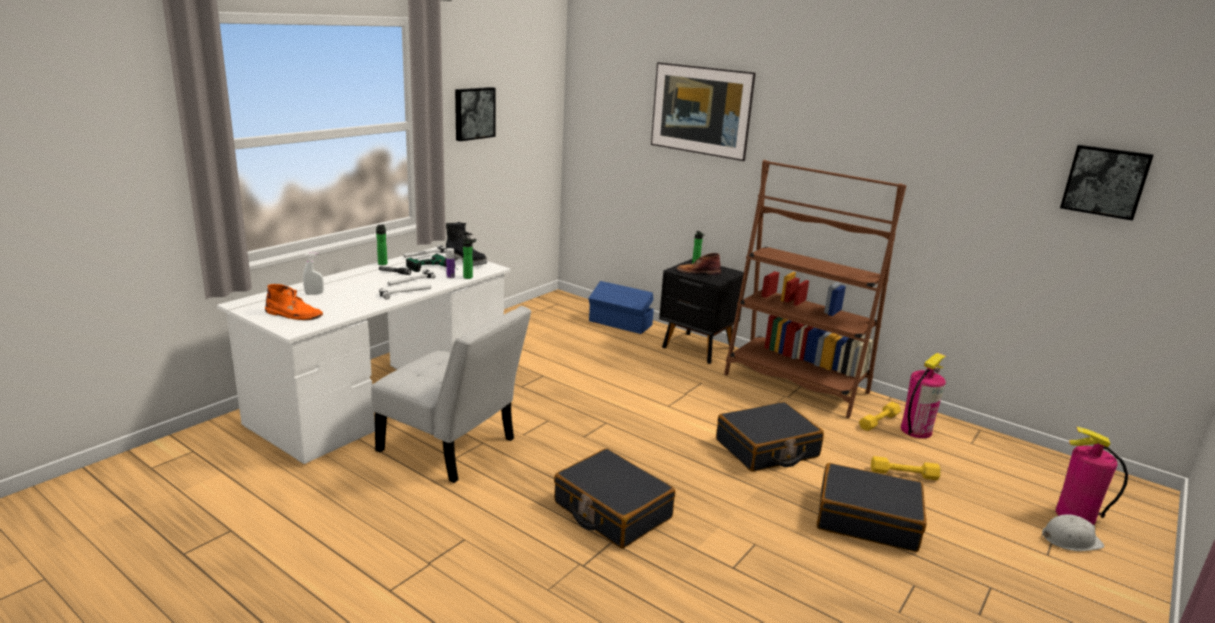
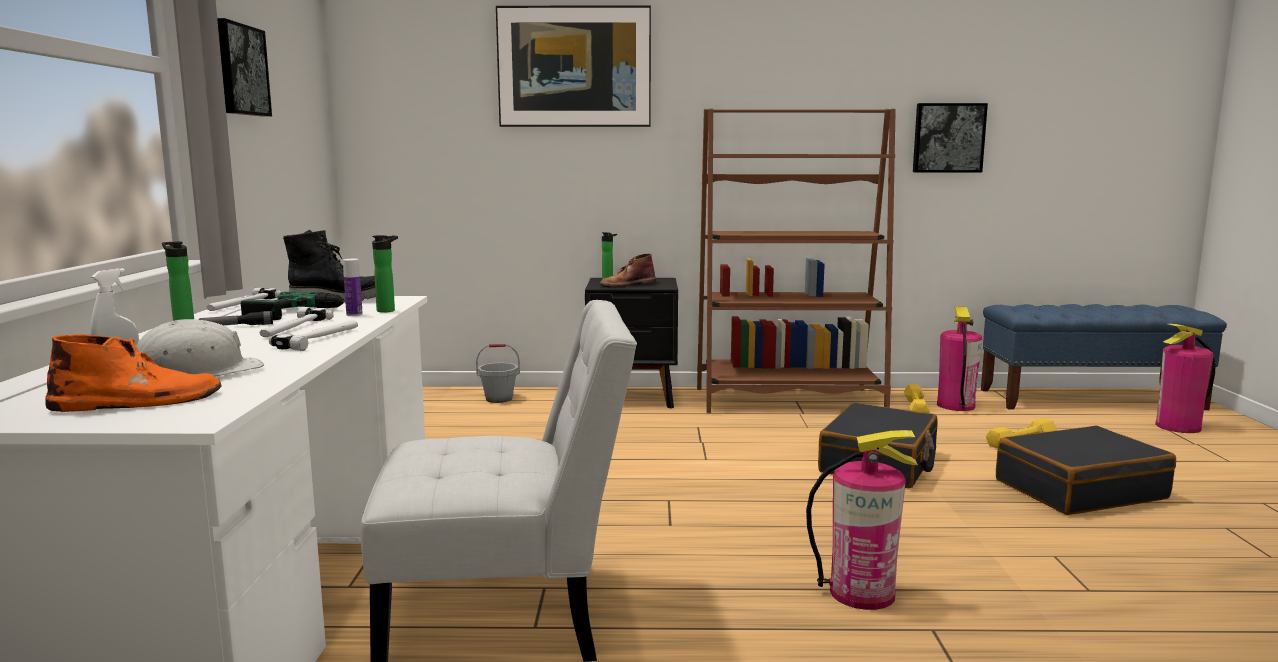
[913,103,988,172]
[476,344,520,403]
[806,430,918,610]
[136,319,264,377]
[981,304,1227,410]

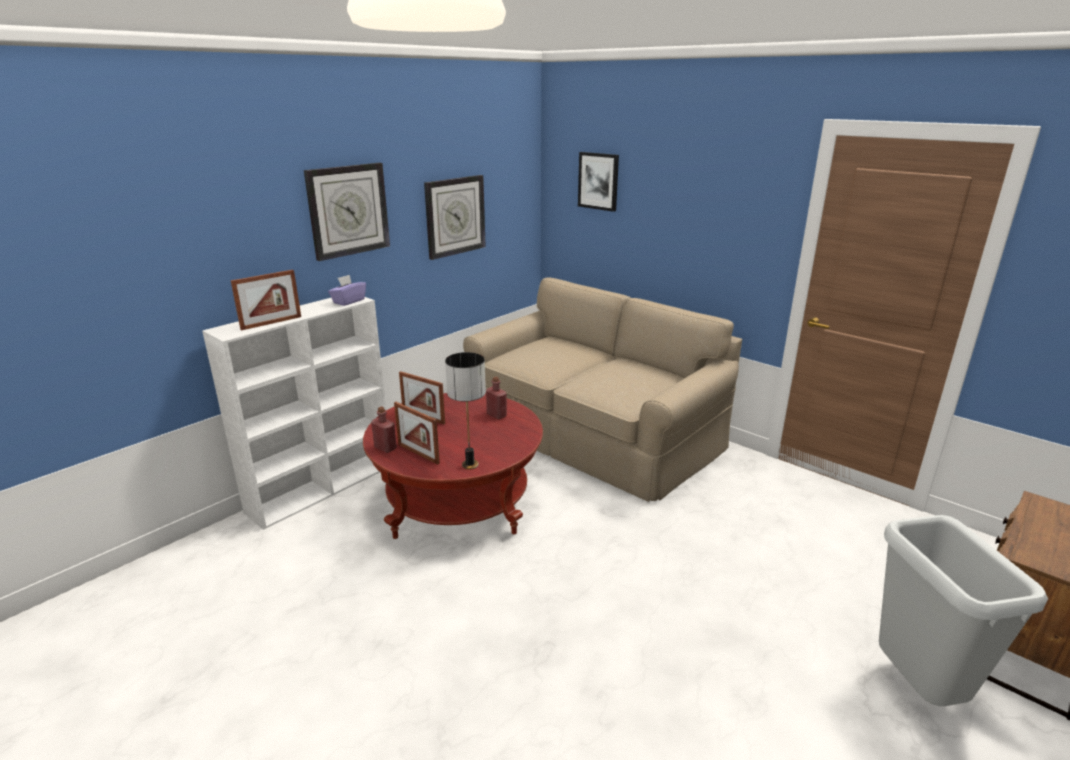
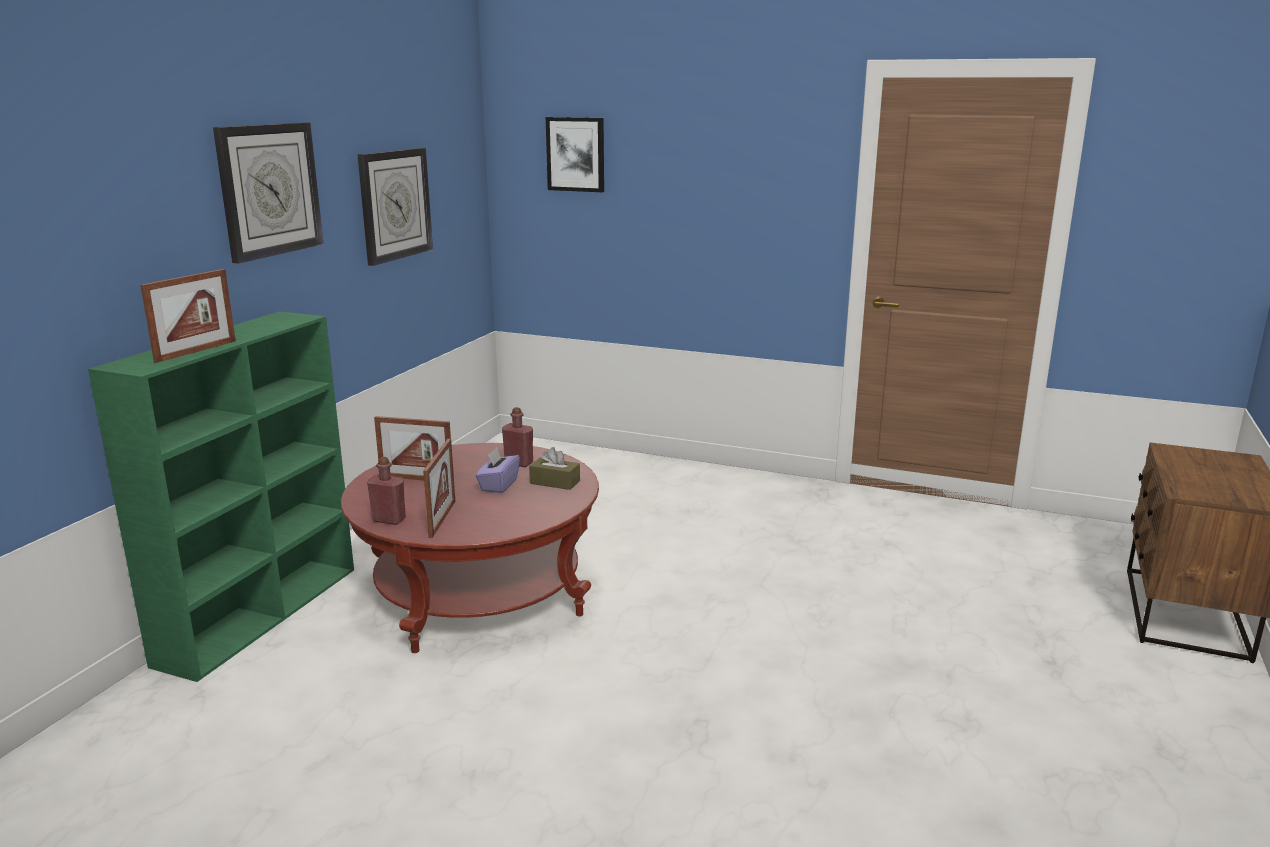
[476,448,520,493]
[463,277,742,502] (first image)
[88,311,354,682]
[445,352,486,470] (first image)
[423,439,455,538]
[879,515,1048,706] (first image)
[529,447,580,490]

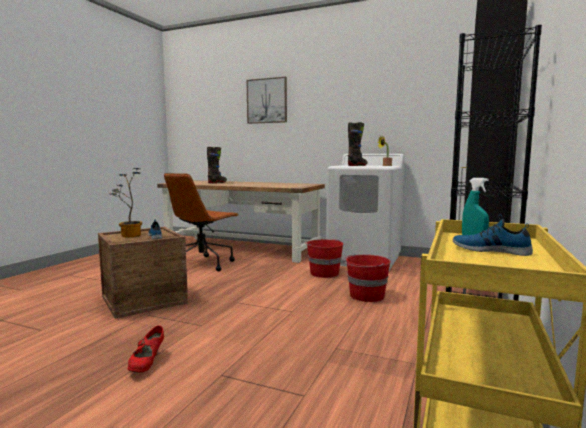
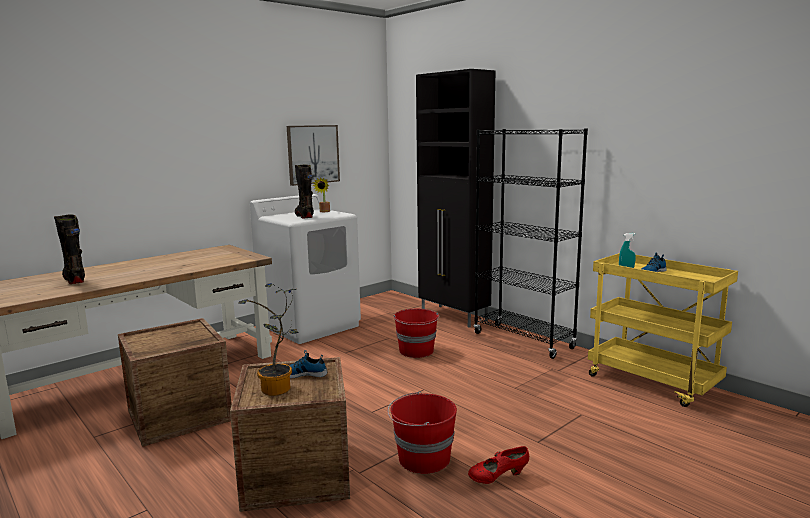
[287,125,340,186]
[118,318,232,447]
[387,391,457,474]
[468,446,529,484]

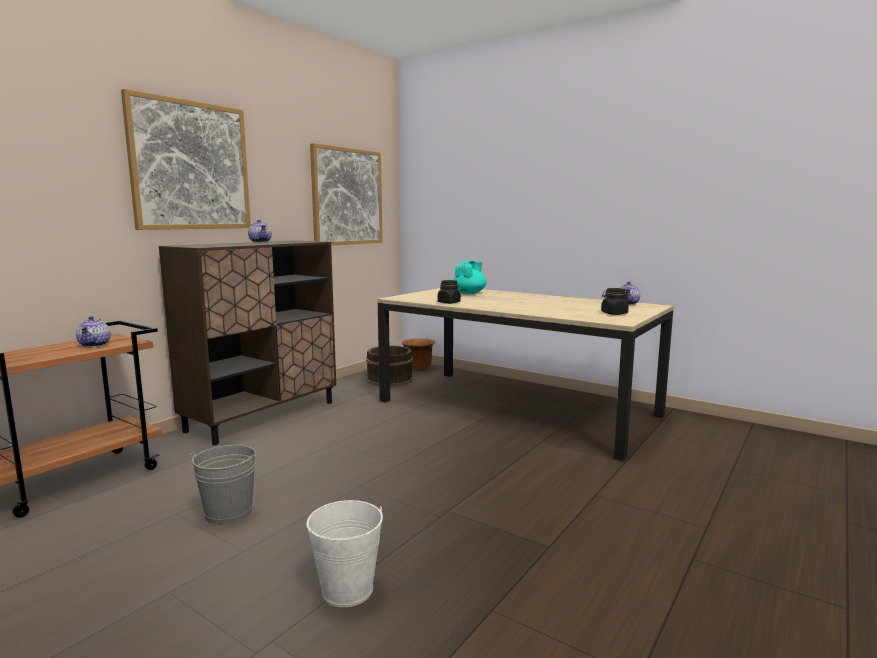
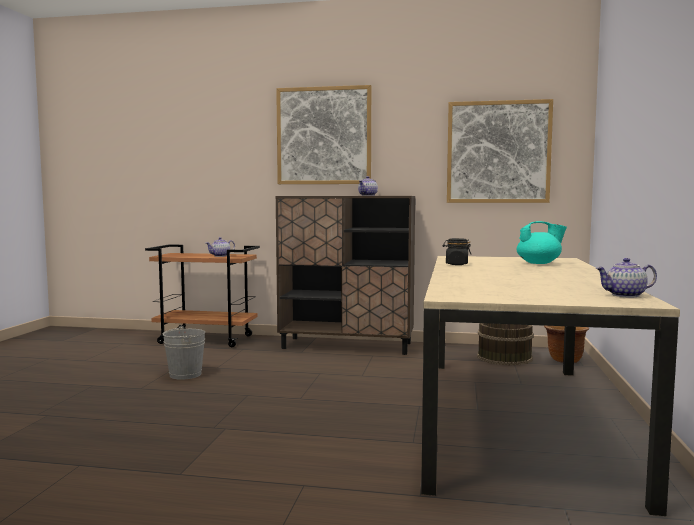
[601,288,629,315] (first image)
[306,500,383,607] (first image)

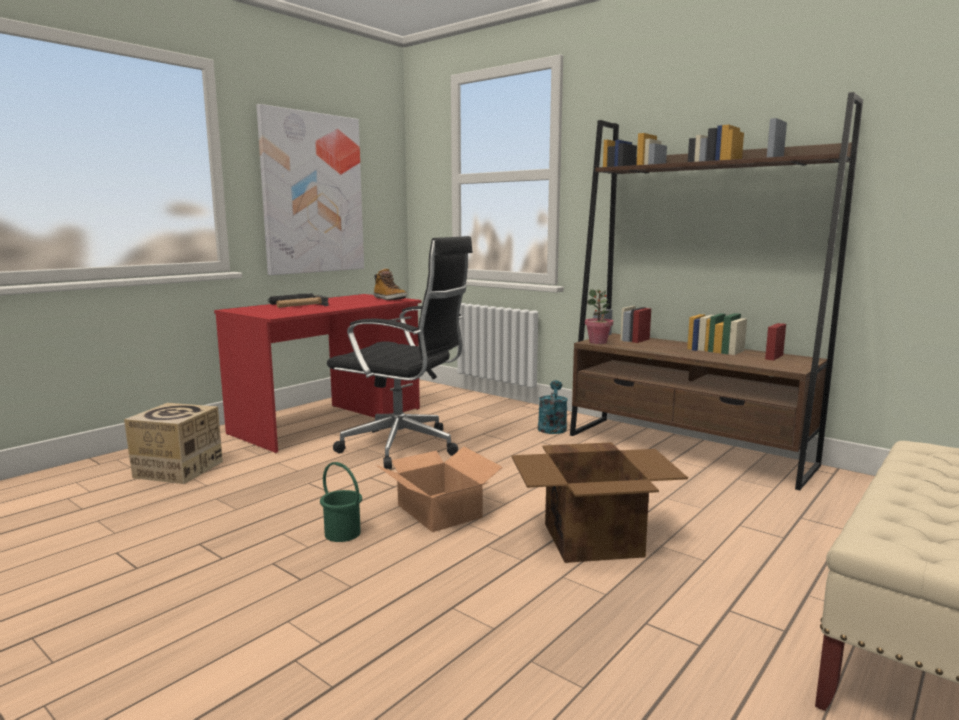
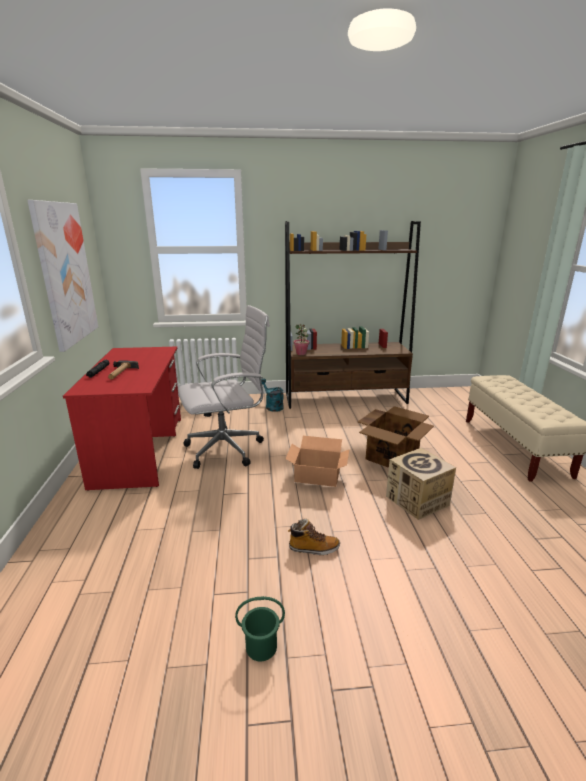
[178,305,270,469]
[288,519,340,555]
[386,448,456,520]
[235,596,285,661]

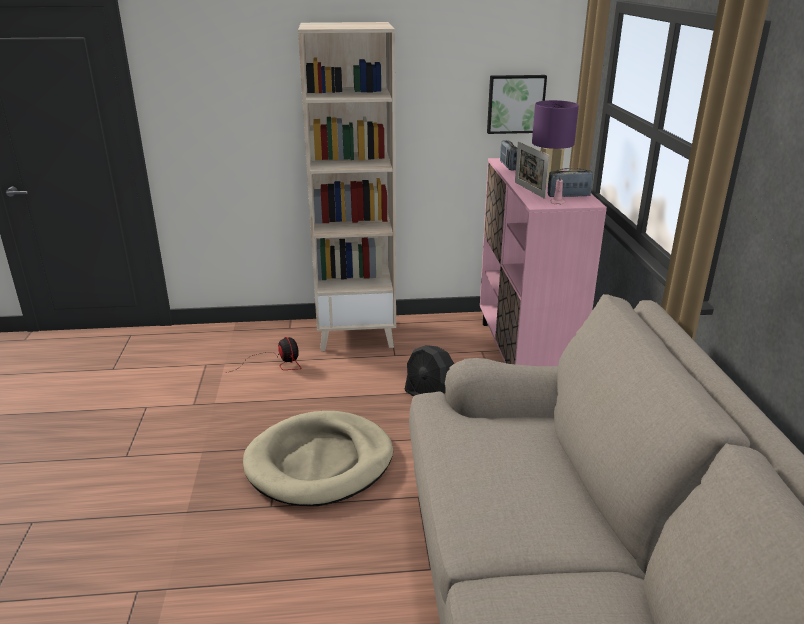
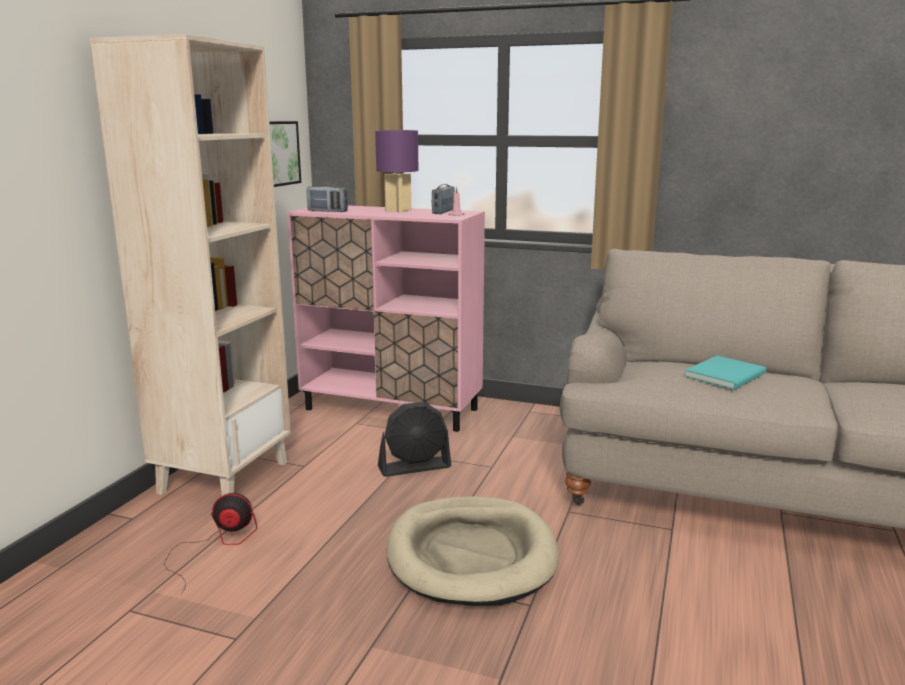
[515,141,550,199] (first image)
[684,356,766,390]

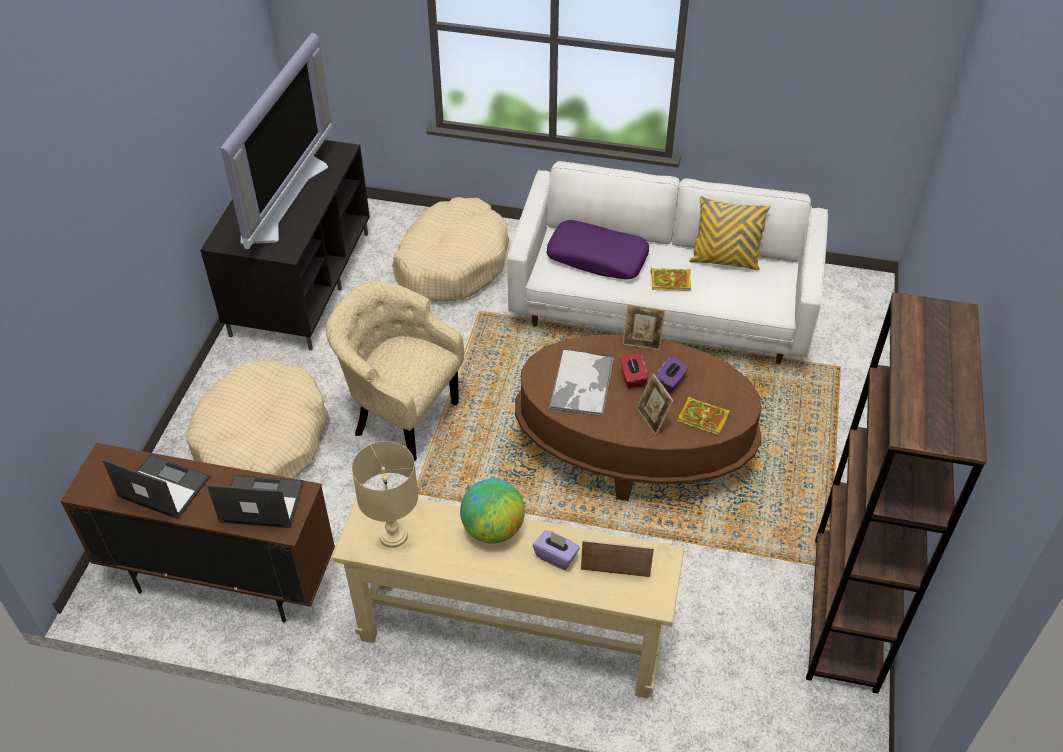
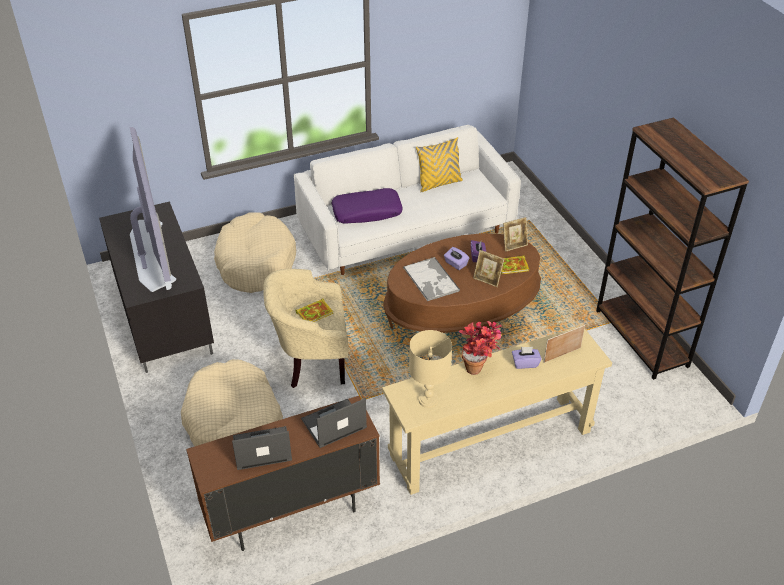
[295,298,333,322]
[503,217,528,252]
[444,247,469,270]
[459,321,502,375]

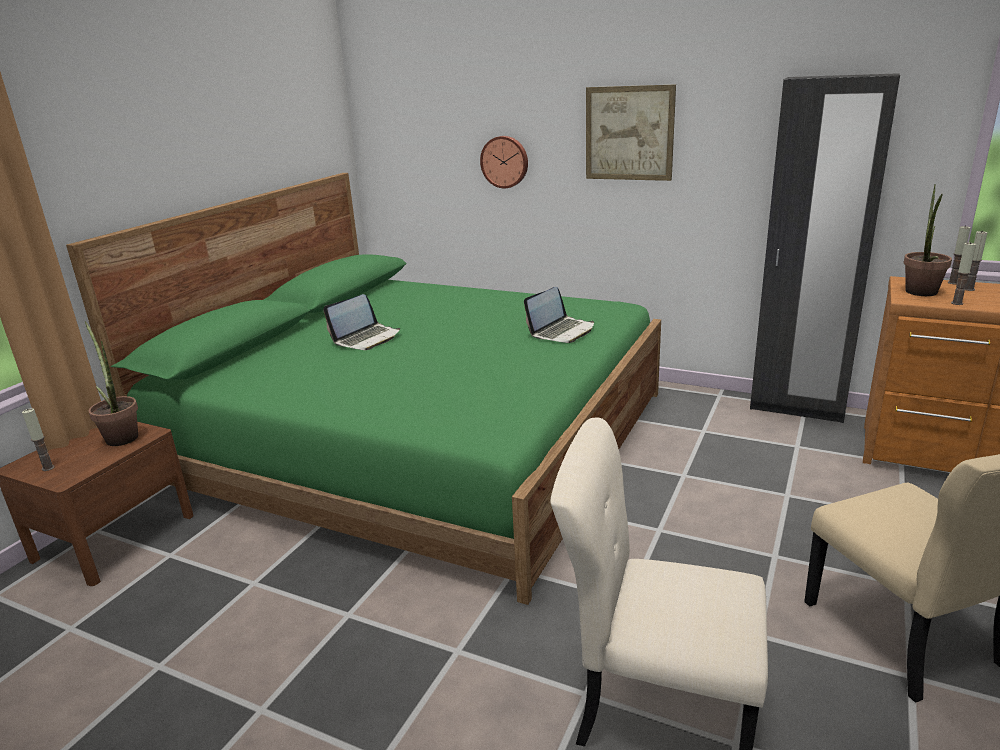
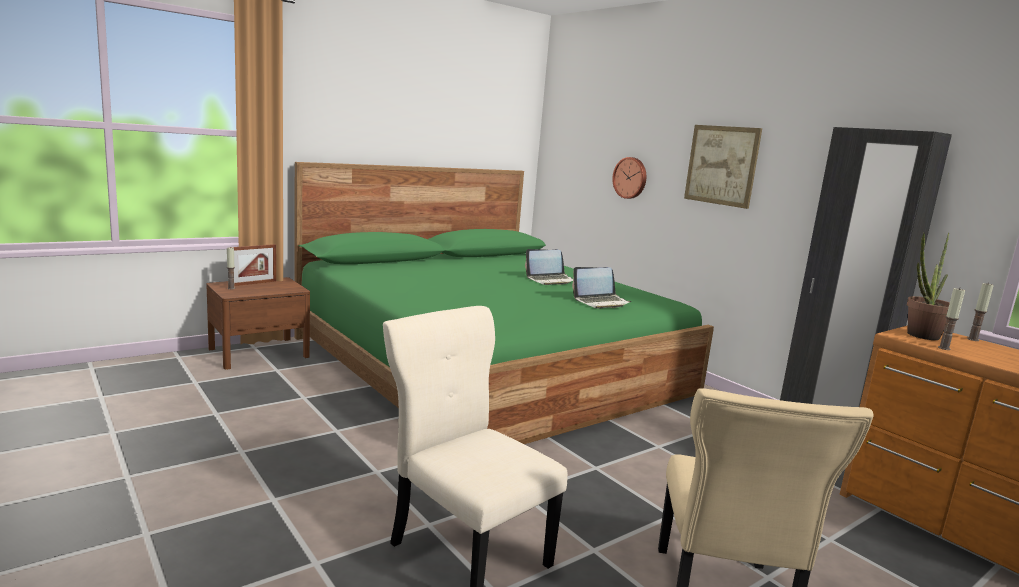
[965,230,987,291] (first image)
[525,249,573,285]
[85,321,138,446] (first image)
[232,244,276,286]

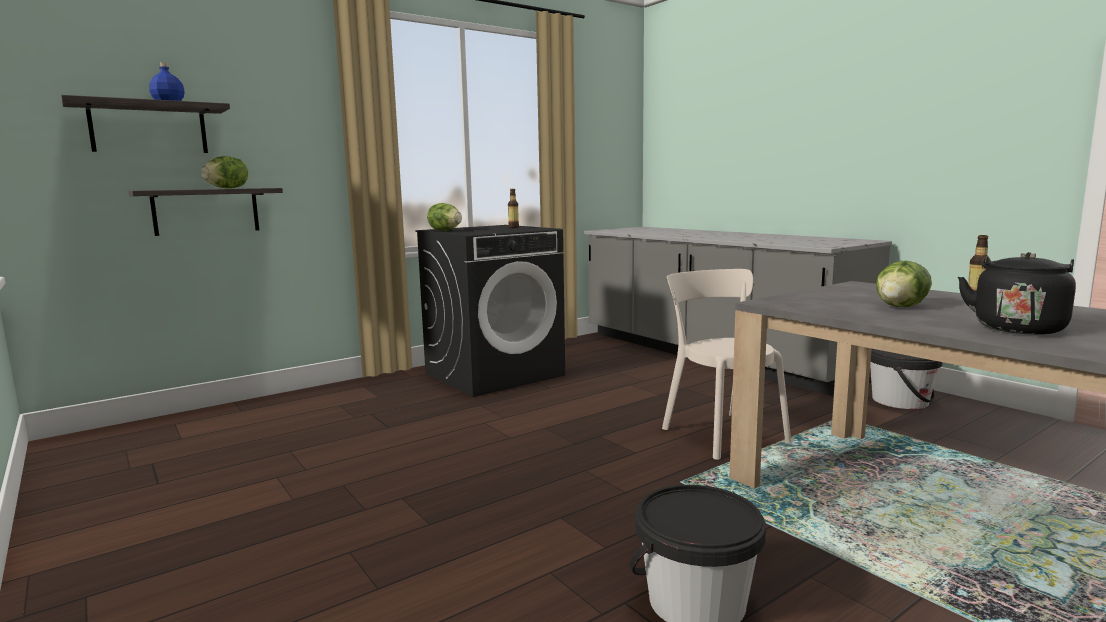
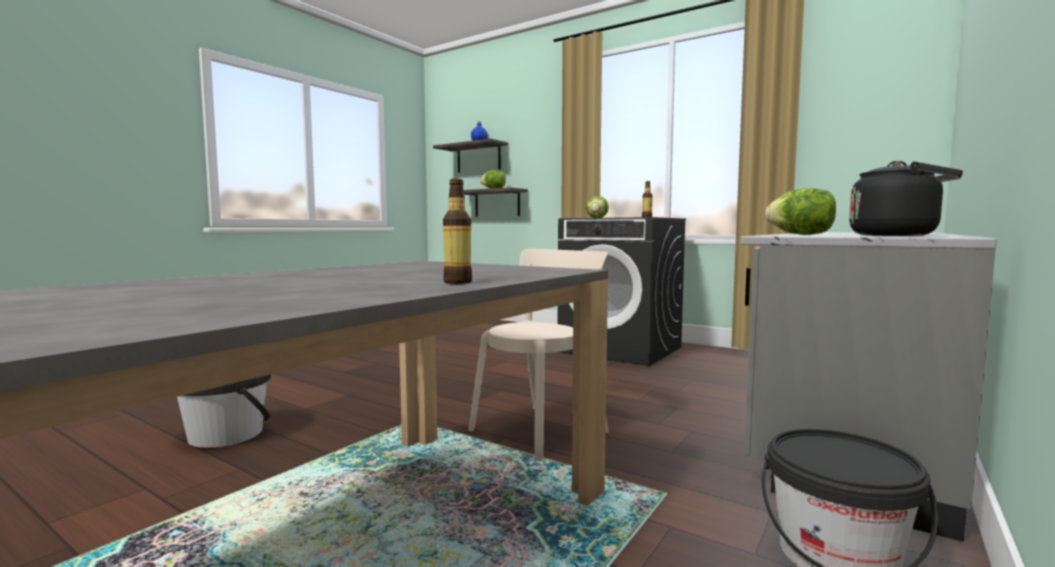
[849,161,963,236]
[765,188,836,235]

